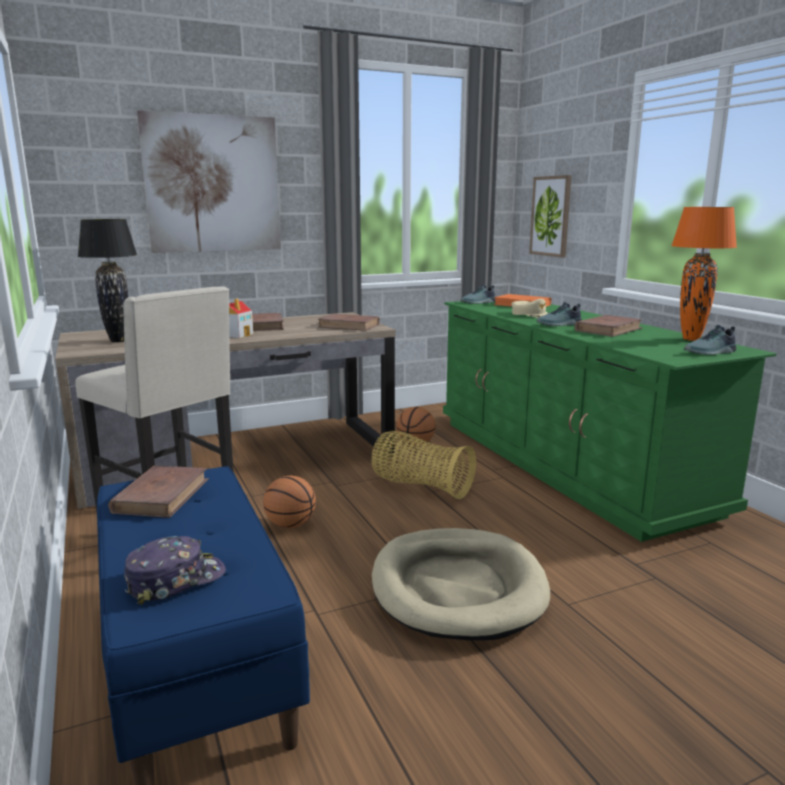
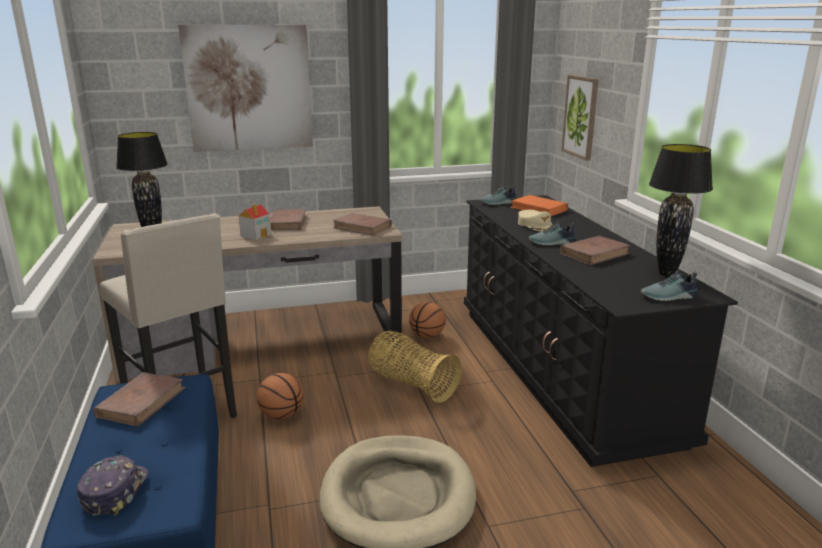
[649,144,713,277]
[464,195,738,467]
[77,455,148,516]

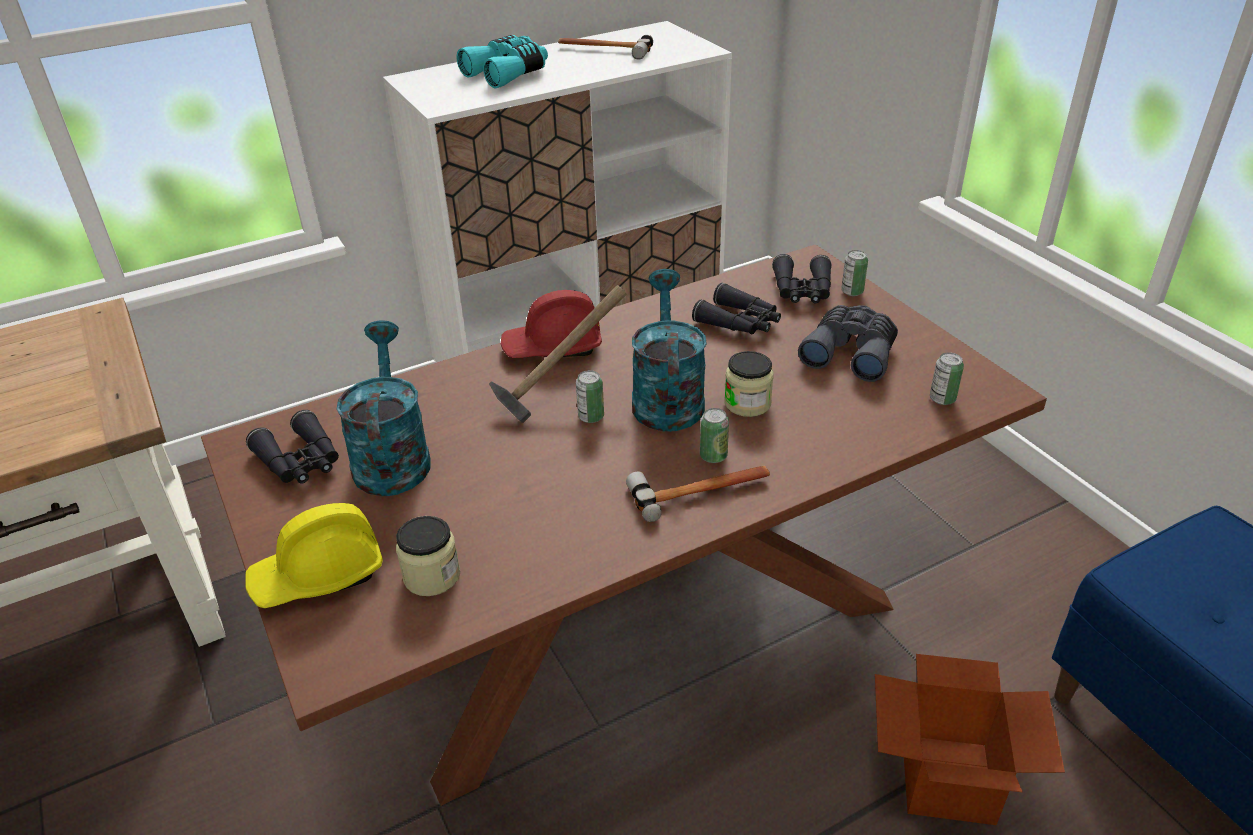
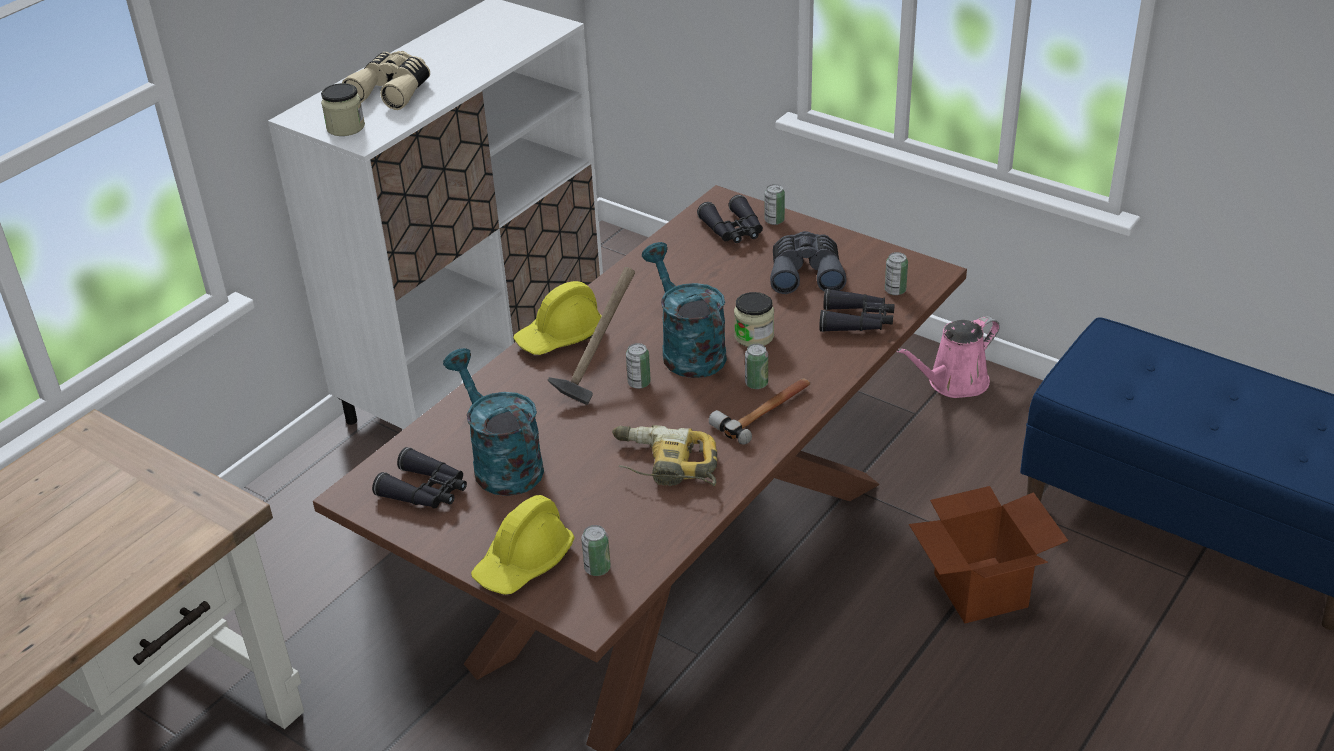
[342,51,430,110]
[558,35,653,60] (first image)
[819,288,895,332]
[513,281,602,355]
[321,83,365,136]
[897,316,1000,398]
[612,425,717,486]
[581,525,611,576]

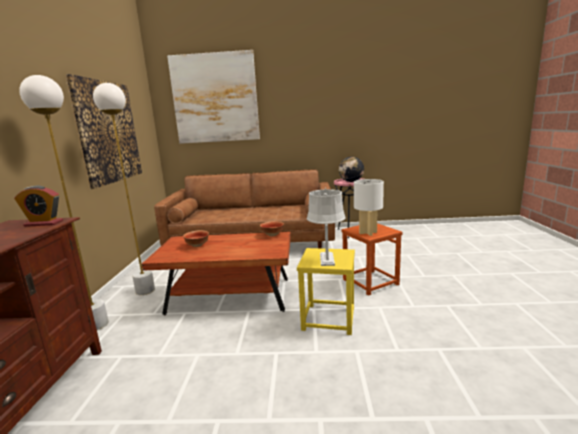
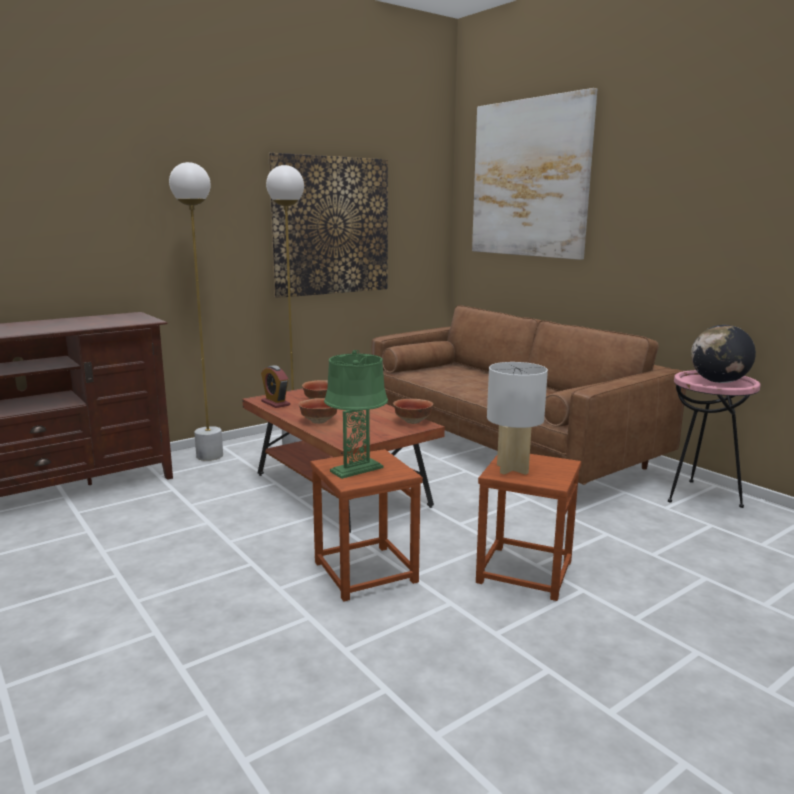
[261,365,290,408]
[324,350,388,479]
[310,449,423,601]
[298,398,337,424]

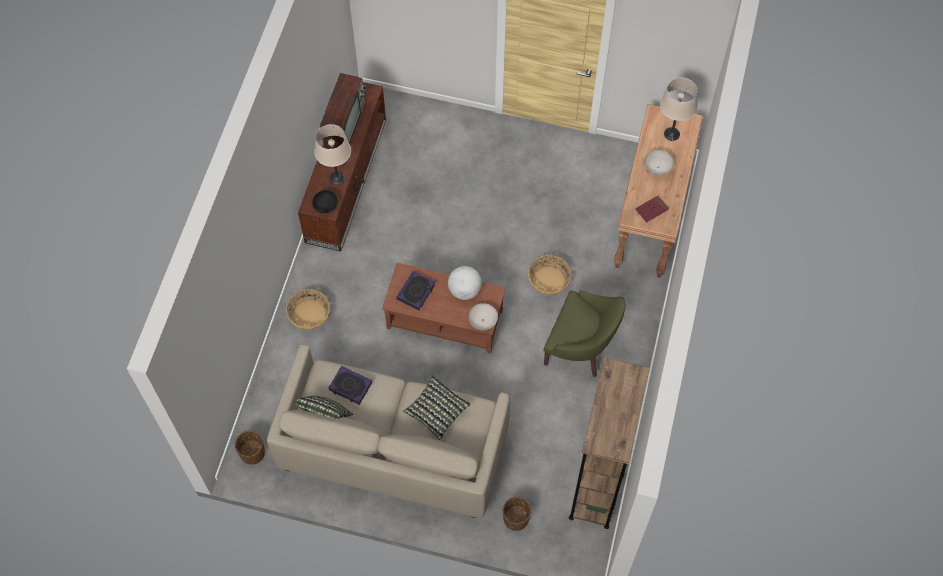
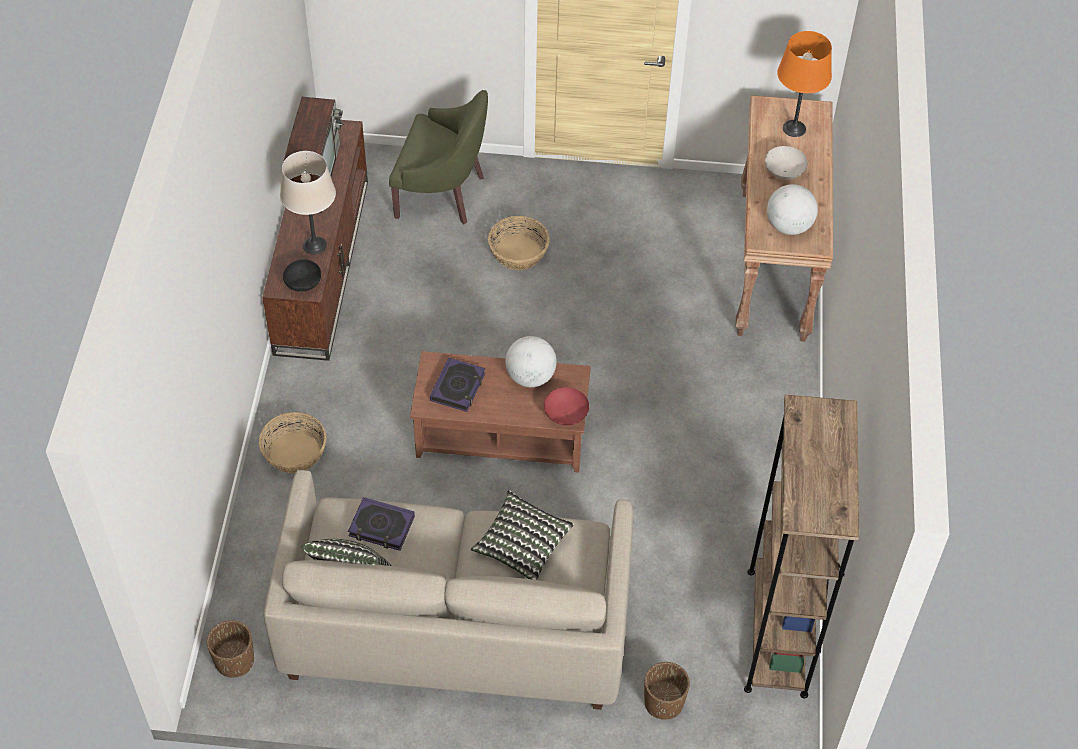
[777,31,832,137]
[767,184,818,235]
[488,216,550,270]
[389,90,488,224]
[544,387,589,426]

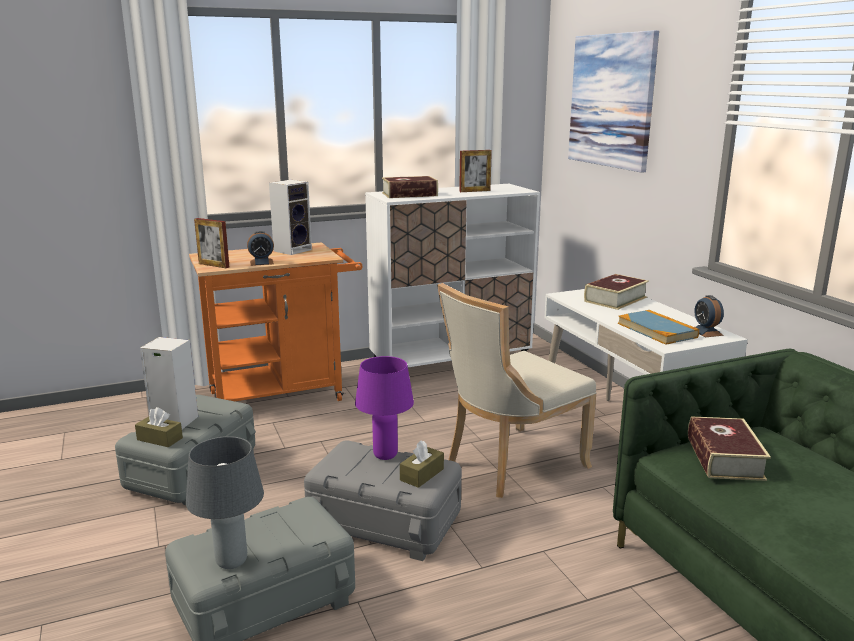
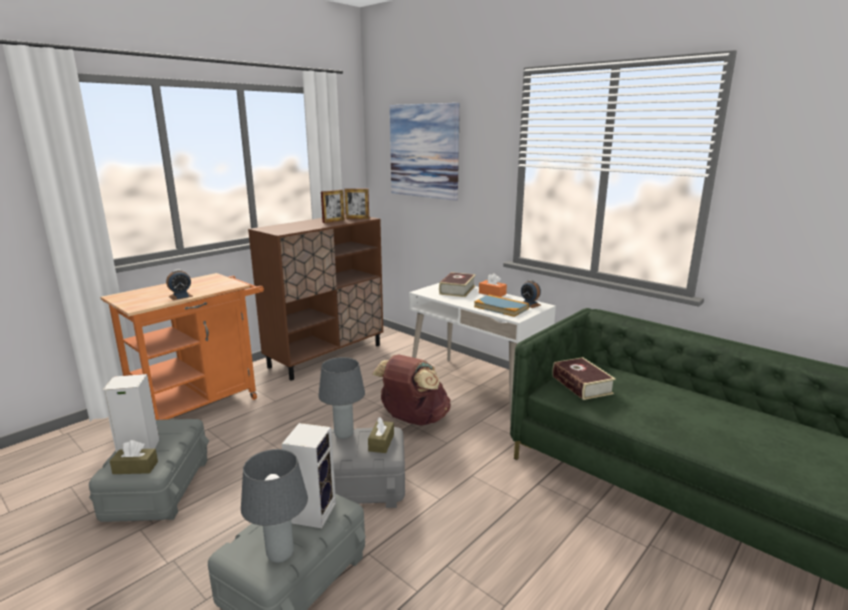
[382,176,438,198] (first image)
[282,423,336,528]
[248,214,383,380]
[344,188,369,219]
[372,354,451,426]
[318,357,365,439]
[479,273,507,297]

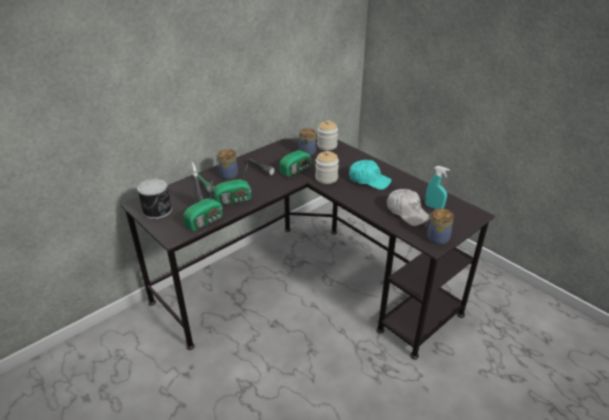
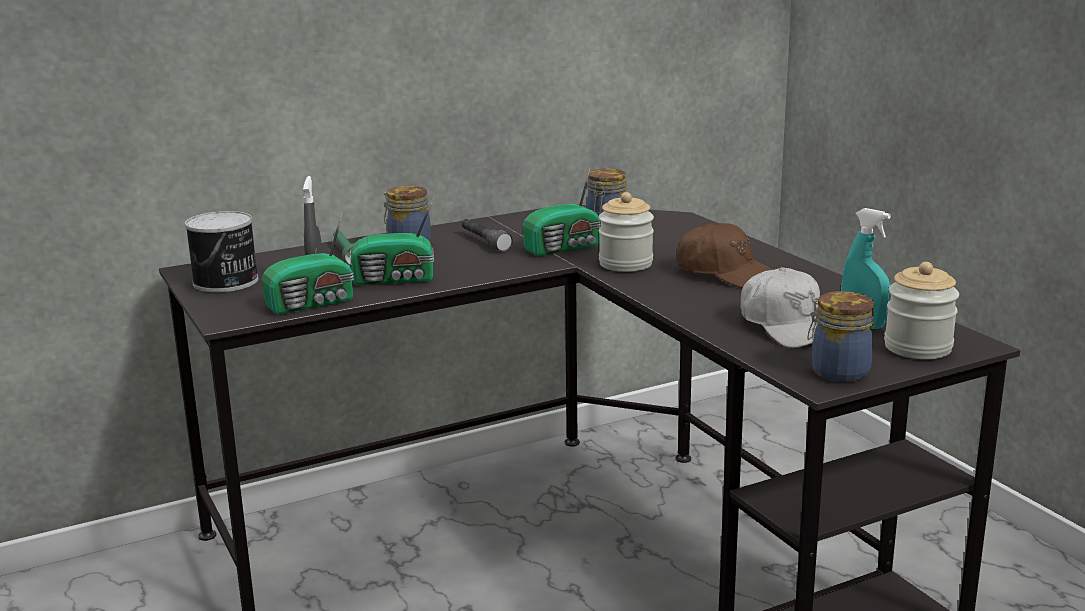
[884,262,959,359]
[677,222,774,288]

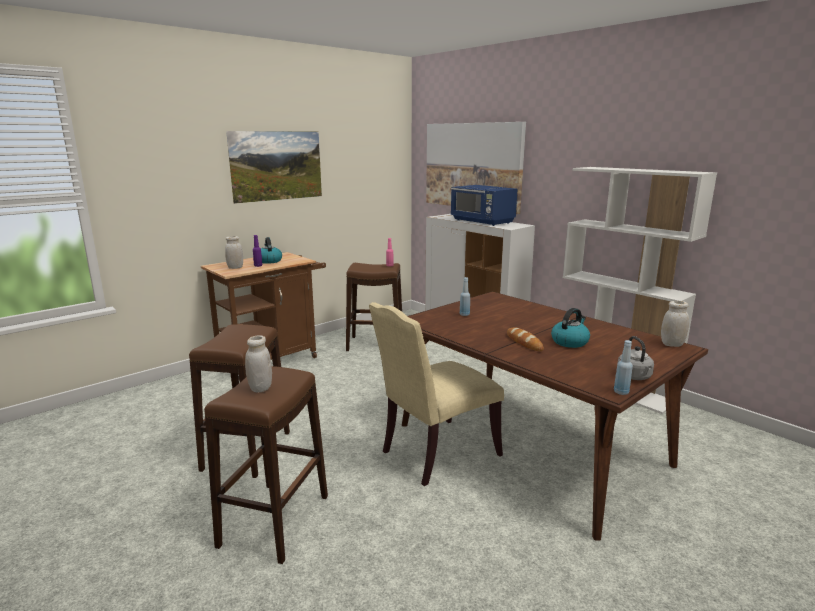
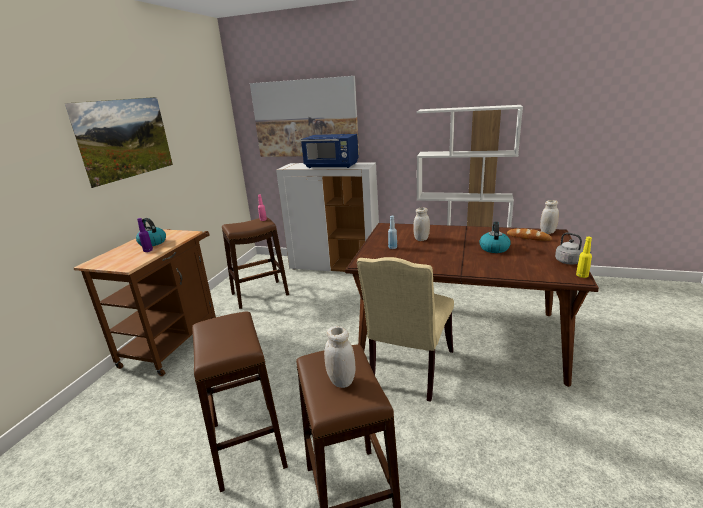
[413,207,430,241]
[507,228,552,241]
[576,237,592,278]

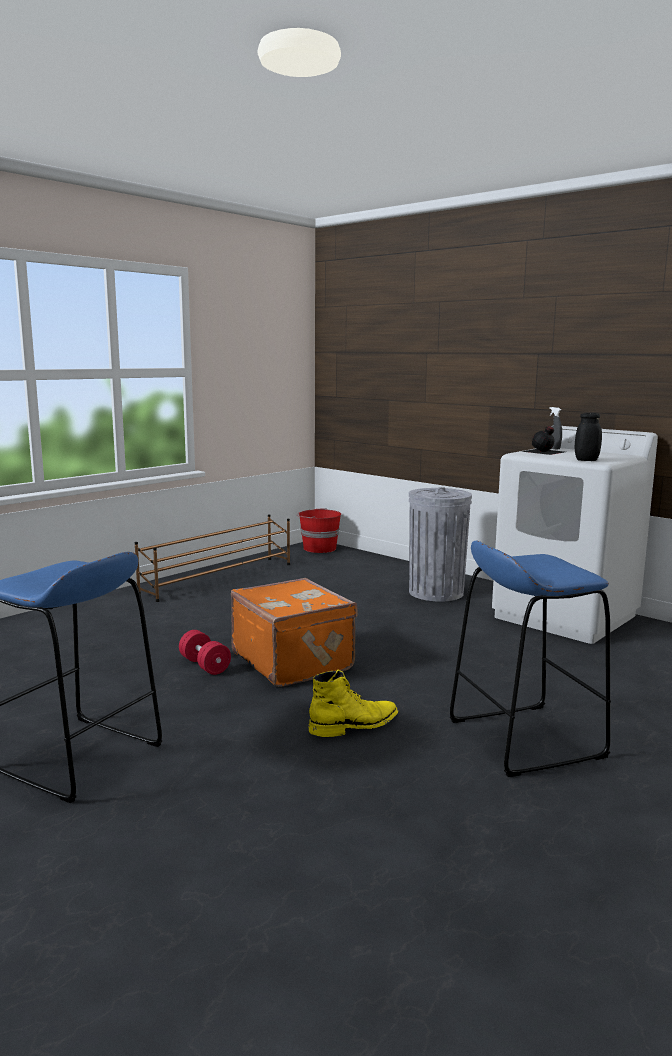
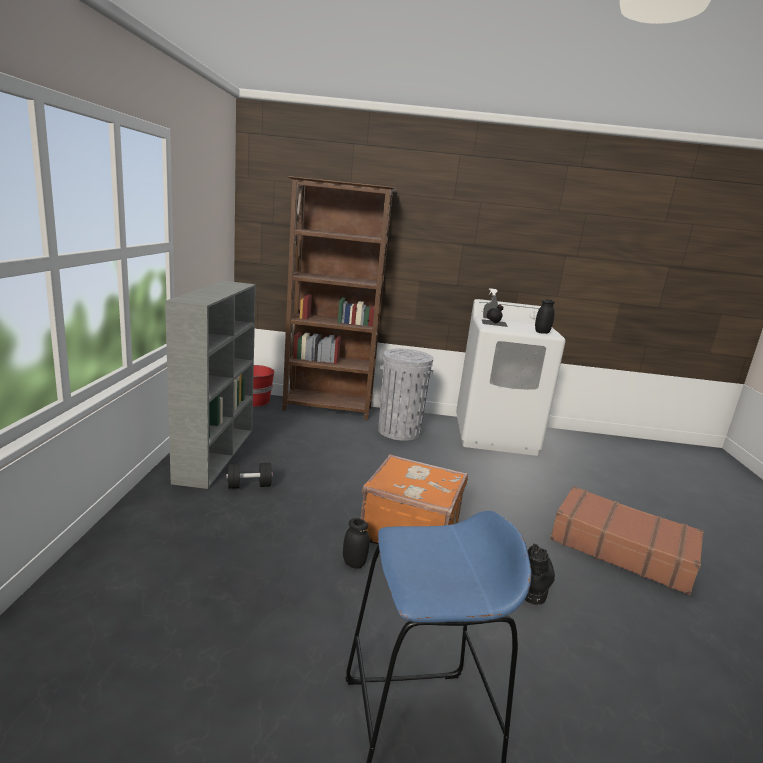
[165,281,256,489]
[550,486,704,595]
[343,518,370,569]
[525,544,555,605]
[282,176,396,420]
[226,463,273,488]

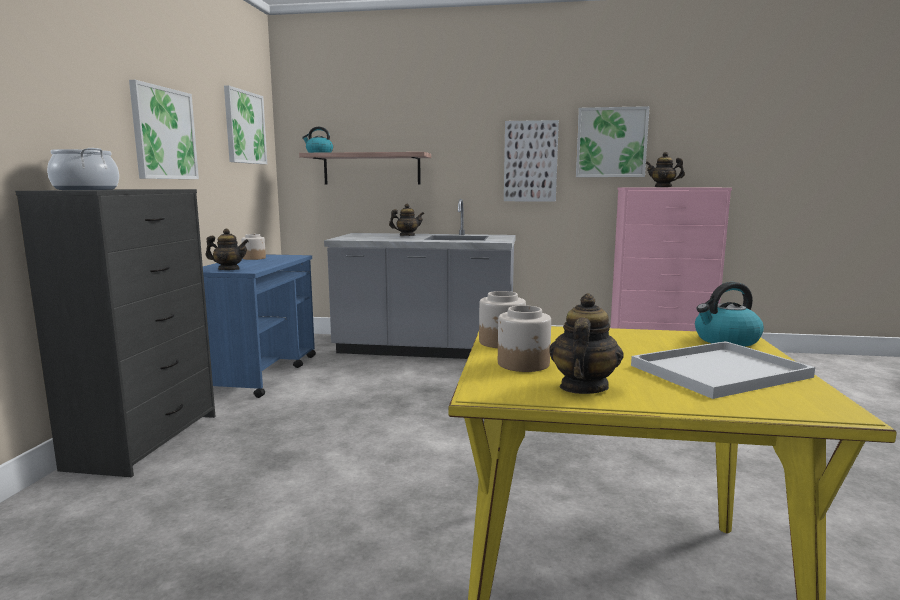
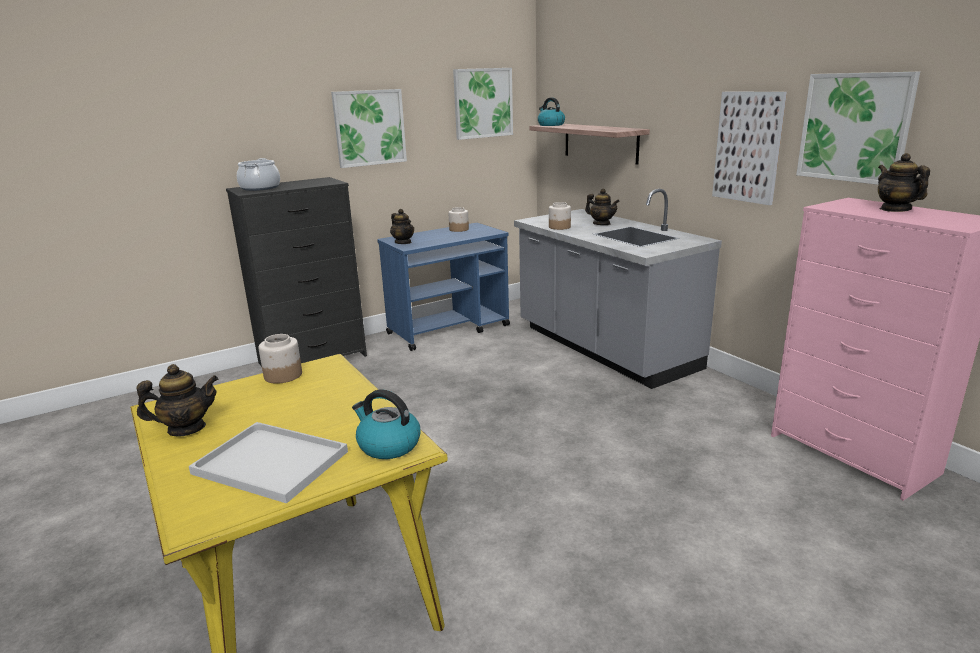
[549,202,571,230]

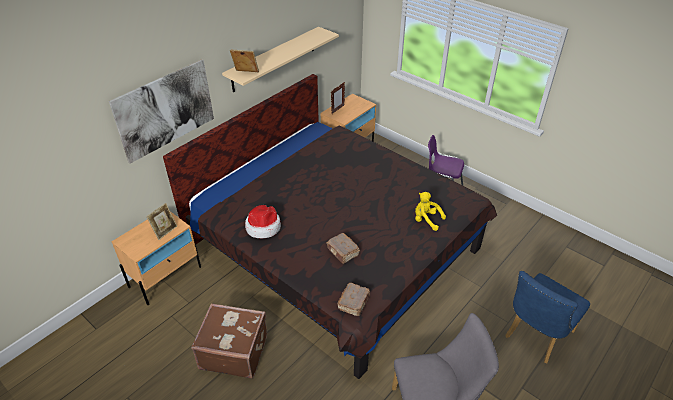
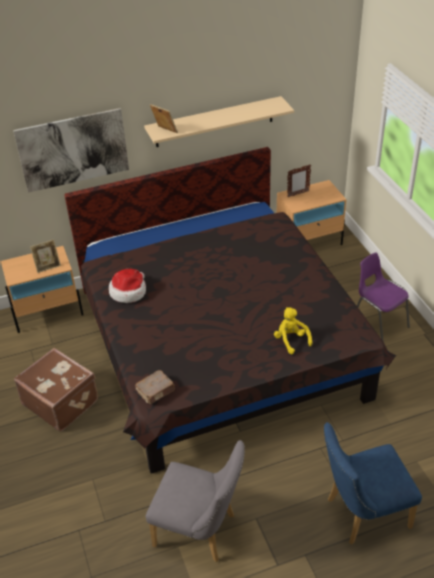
[326,233,360,264] (first image)

